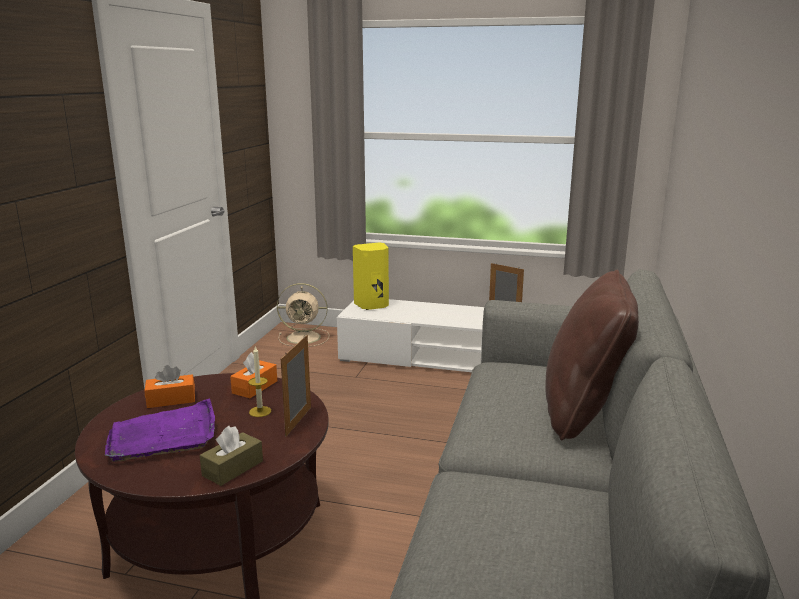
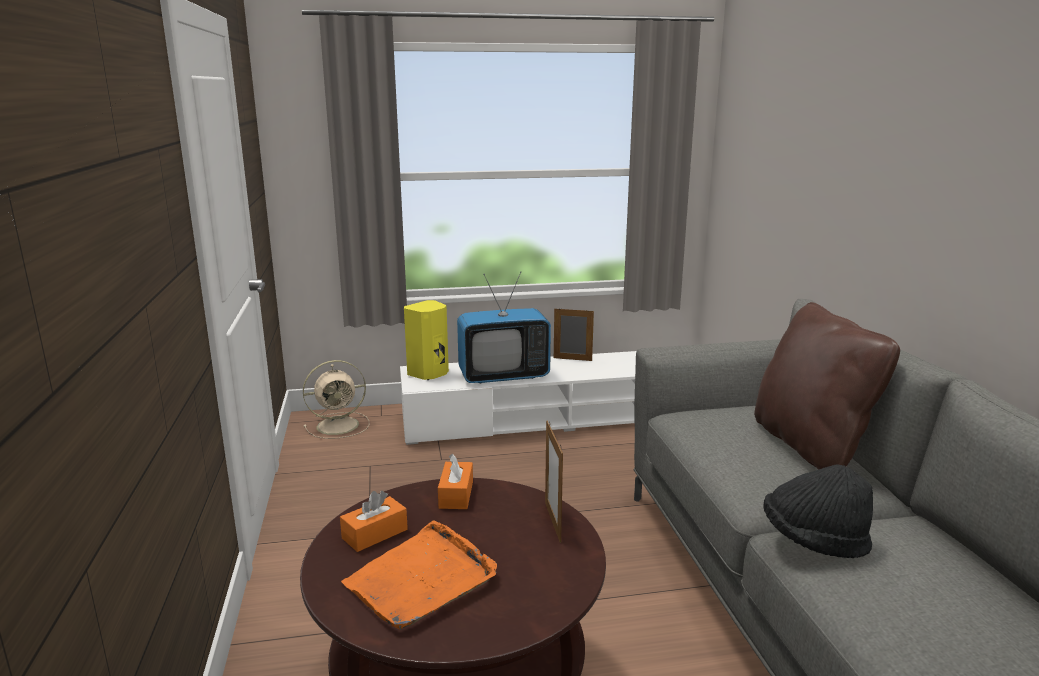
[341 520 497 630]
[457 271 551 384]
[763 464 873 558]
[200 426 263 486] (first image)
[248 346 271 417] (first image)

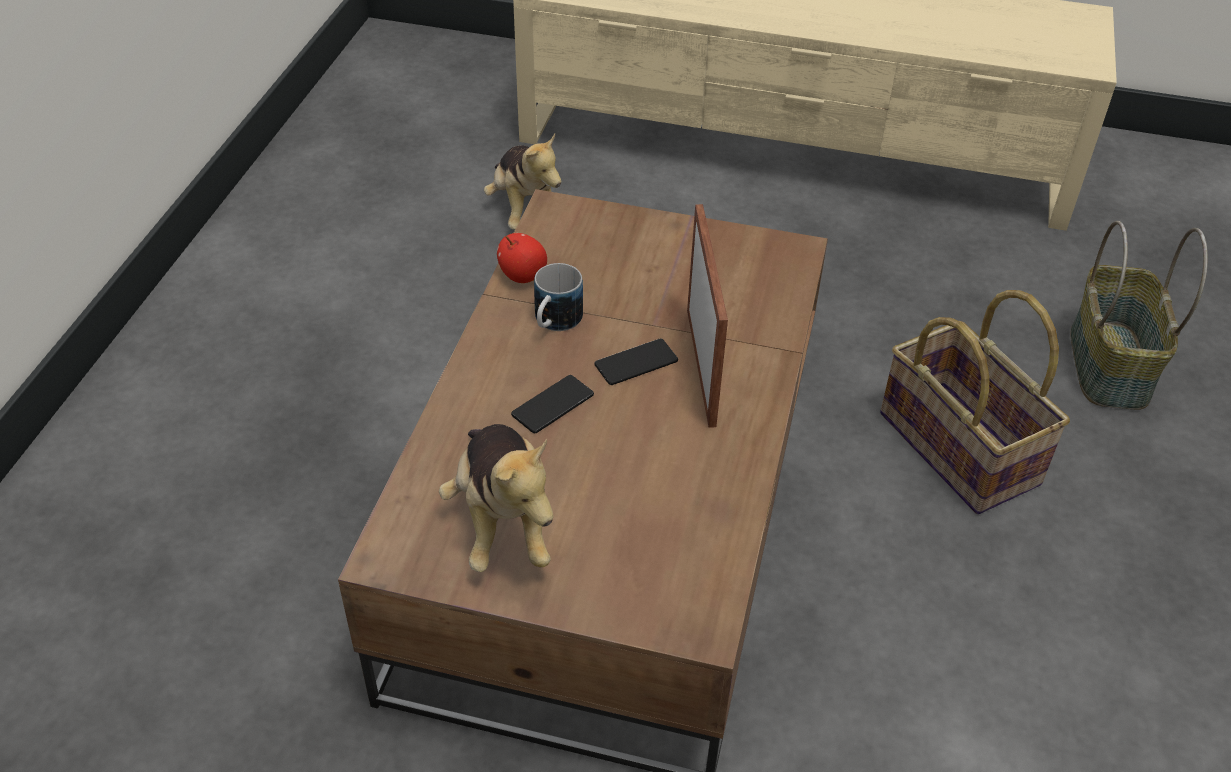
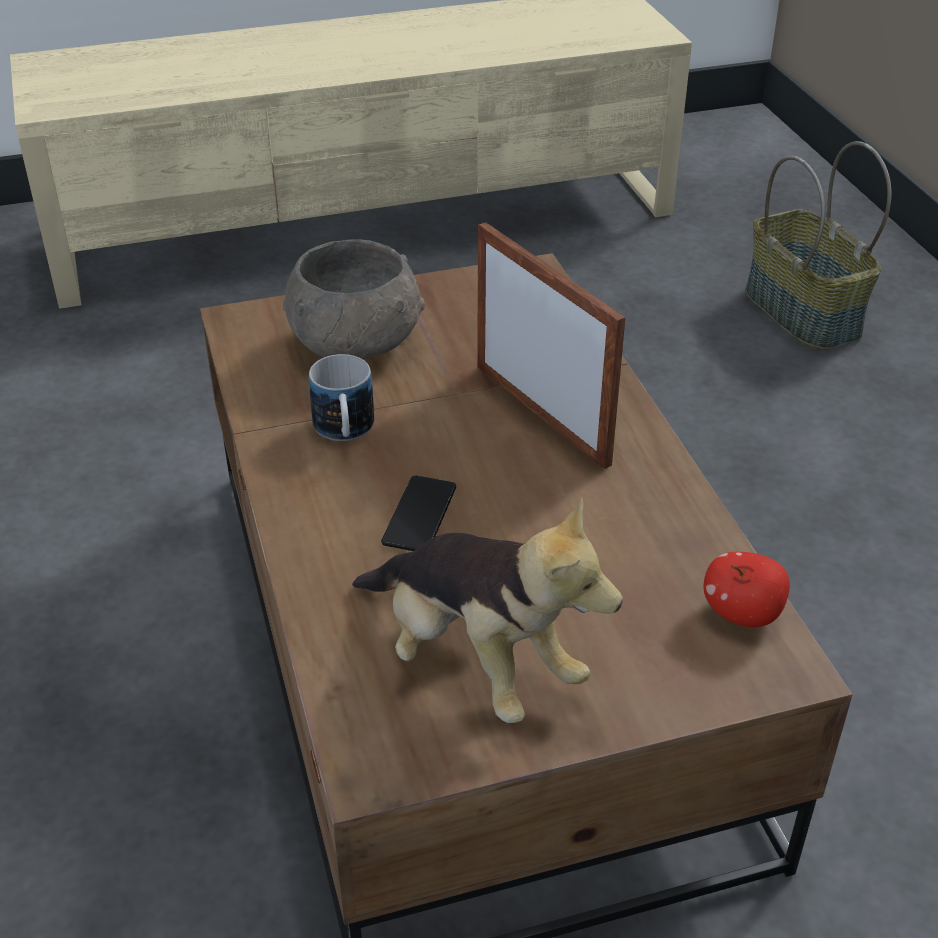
[283 239 425 359]
[704 552 790 627]
[484 133 561 230] (first image)
[594 338 678 385] (first image)
[880 290 1070 514] (first image)

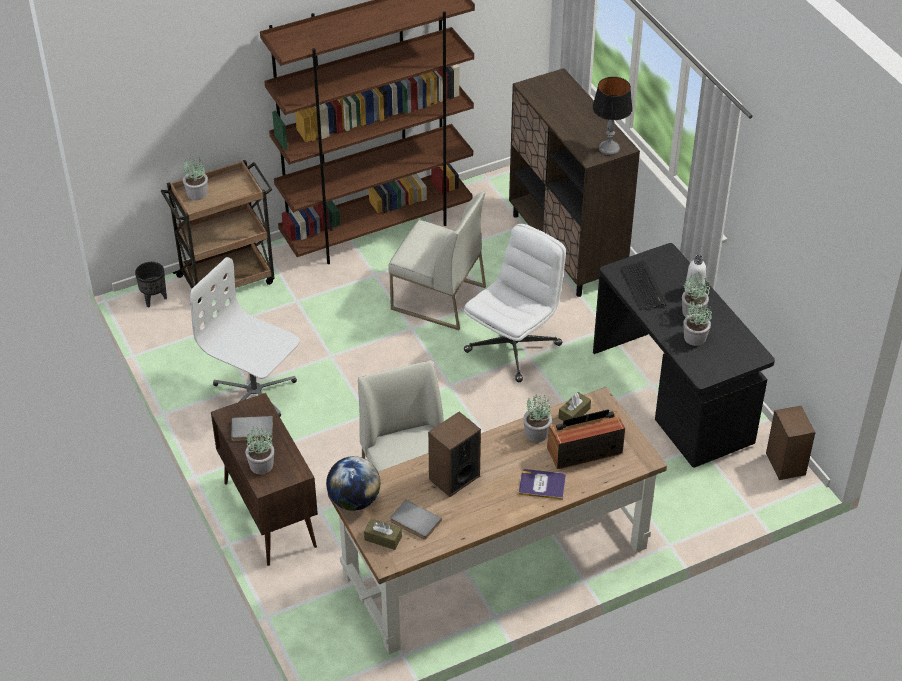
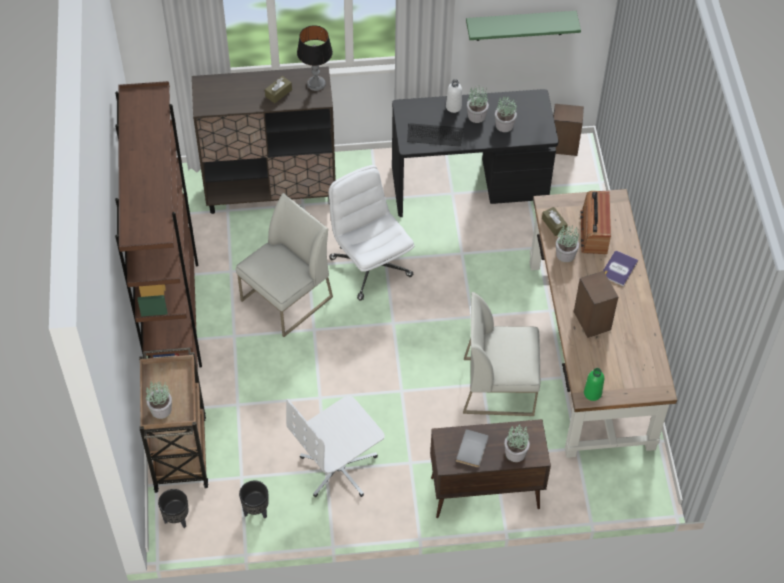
[239 481 269 518]
[265 76 292 103]
[466 11 581 41]
[584 368 604 401]
[390 500 442 540] (first image)

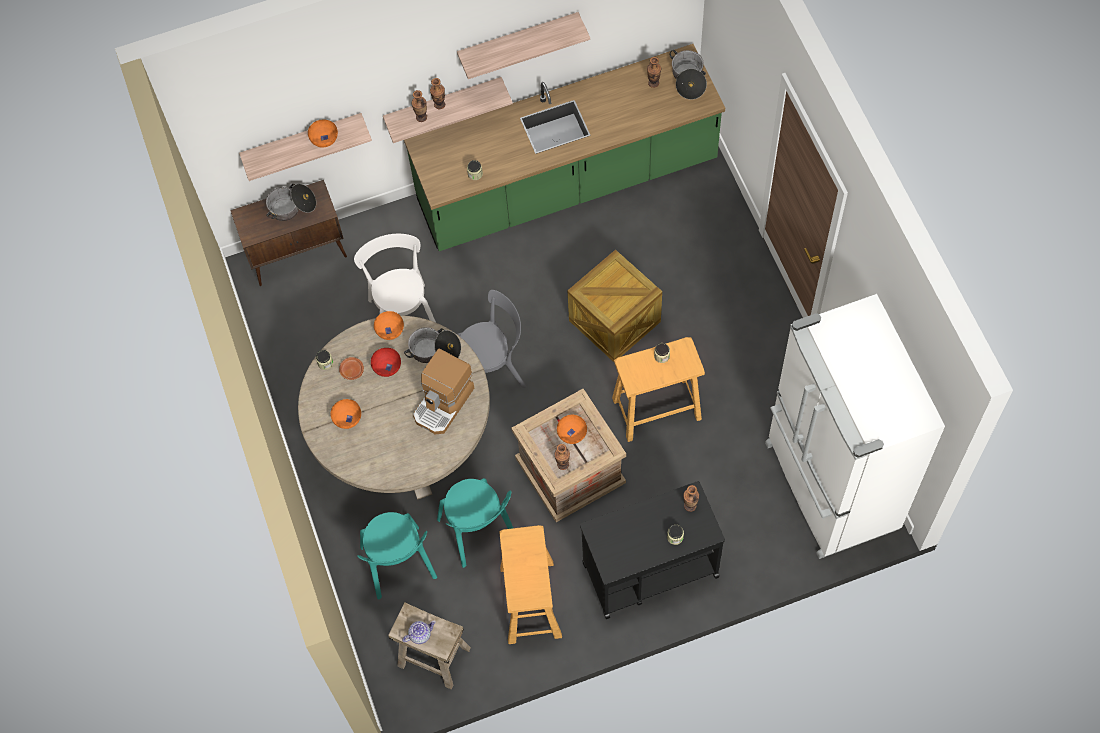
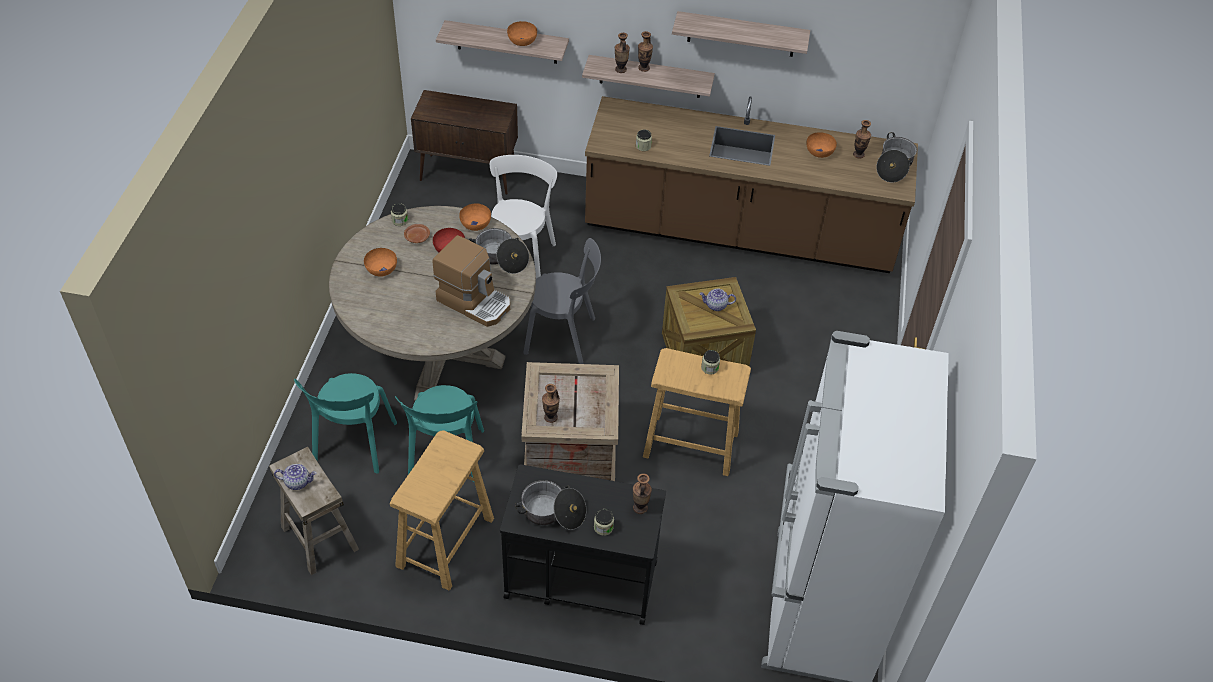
[433 235 510 327]
[515 480 586 530]
[585 96 918 273]
[699 288 736 311]
[807 132 837 158]

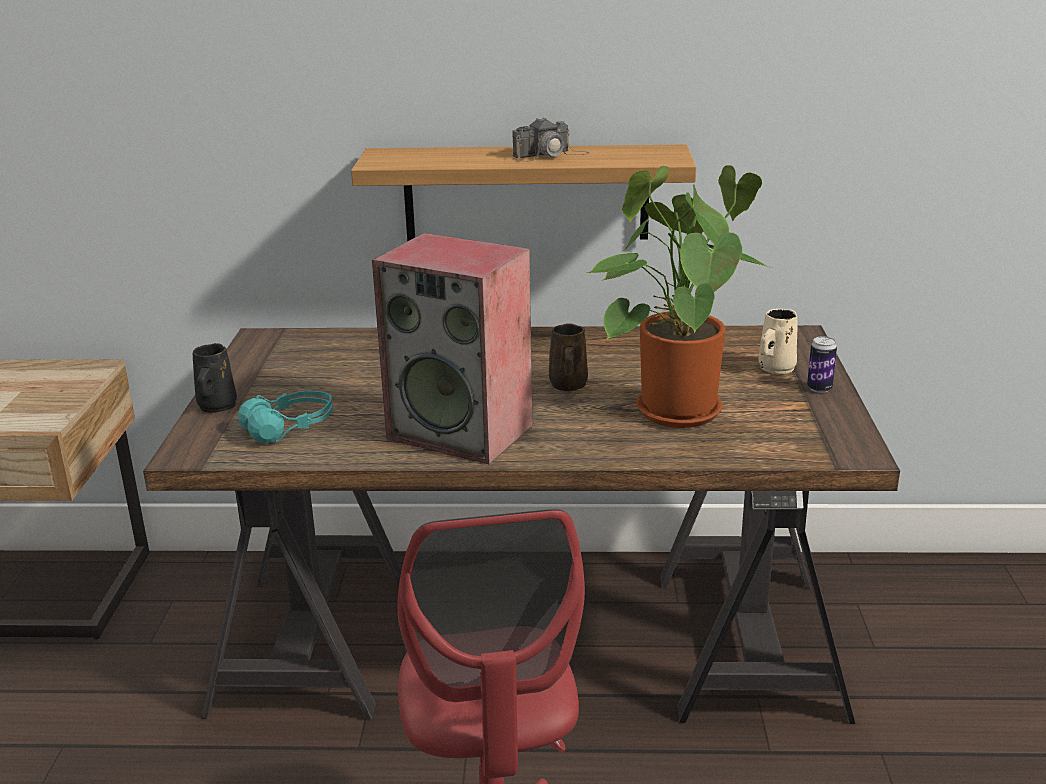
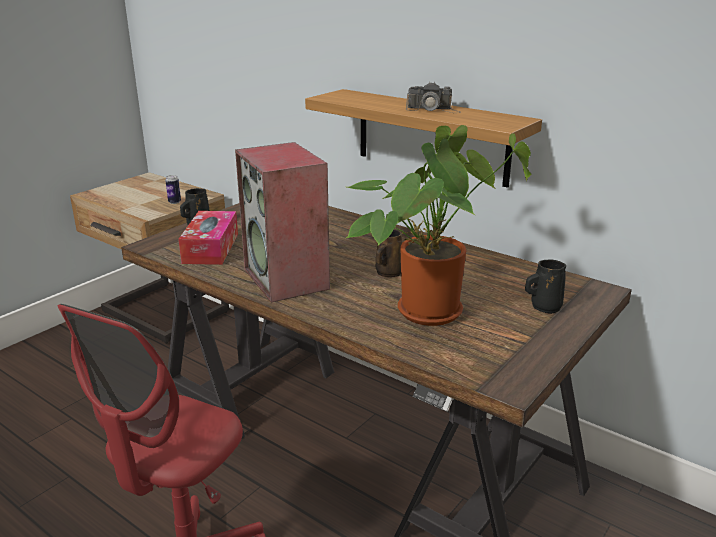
[165 175 181 204]
[178 211 238 265]
[525 259 566 314]

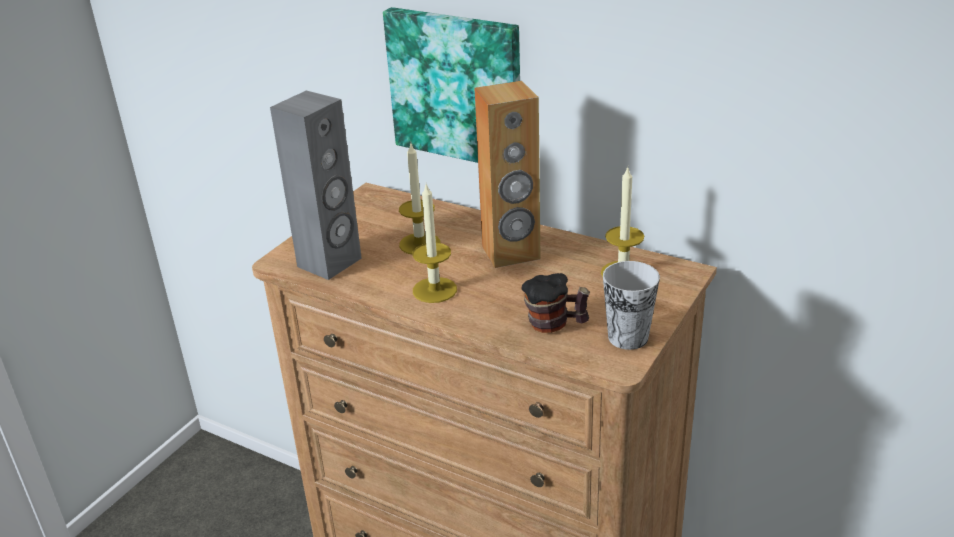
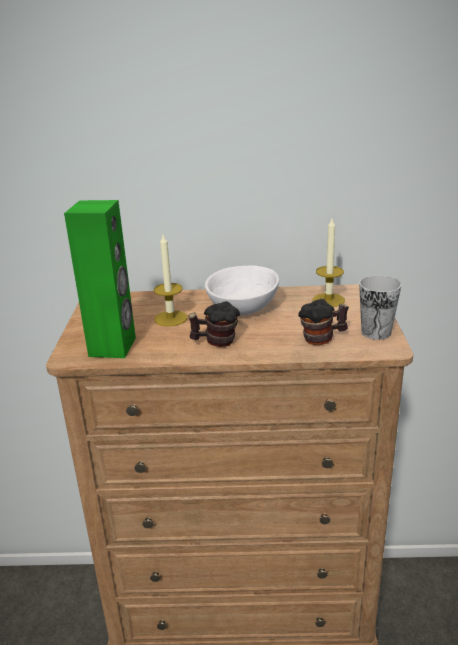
[64 200 136 358]
[188 301 240 347]
[205 265 279 315]
[383 7 520 163] (first image)

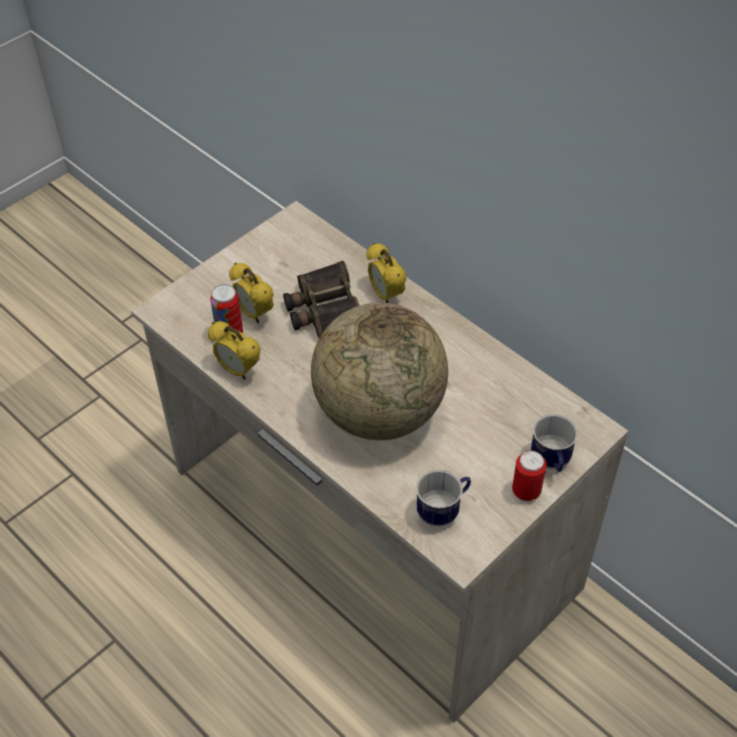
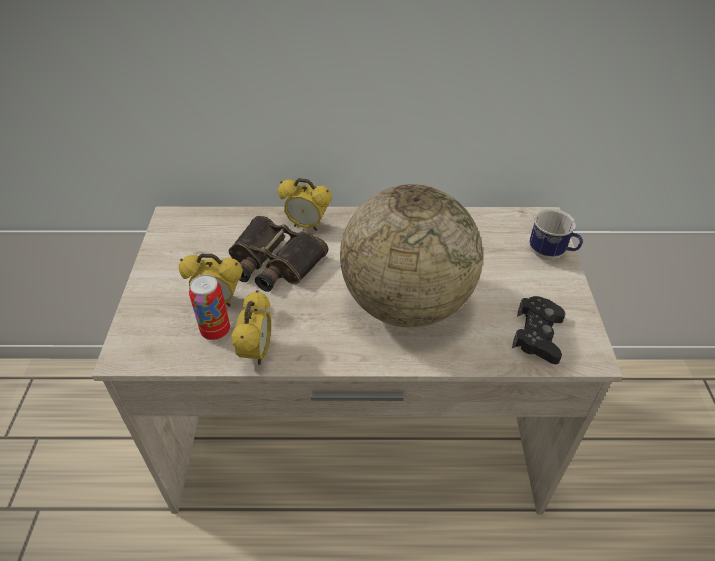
[231 290 271 365]
[512 296 566 364]
[512 451 547 502] (first image)

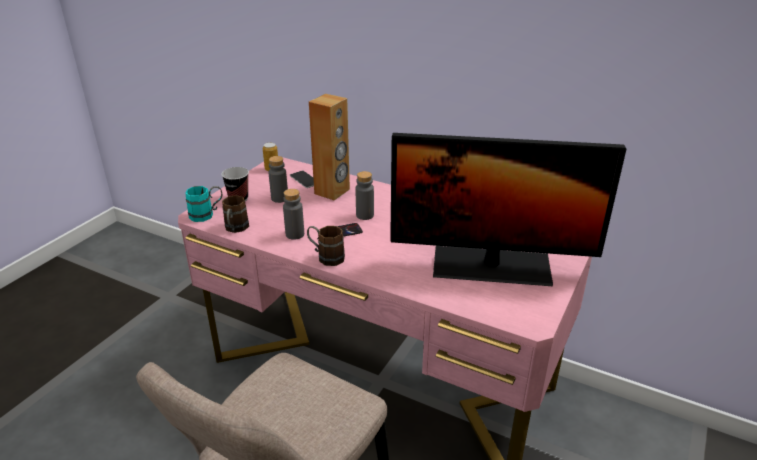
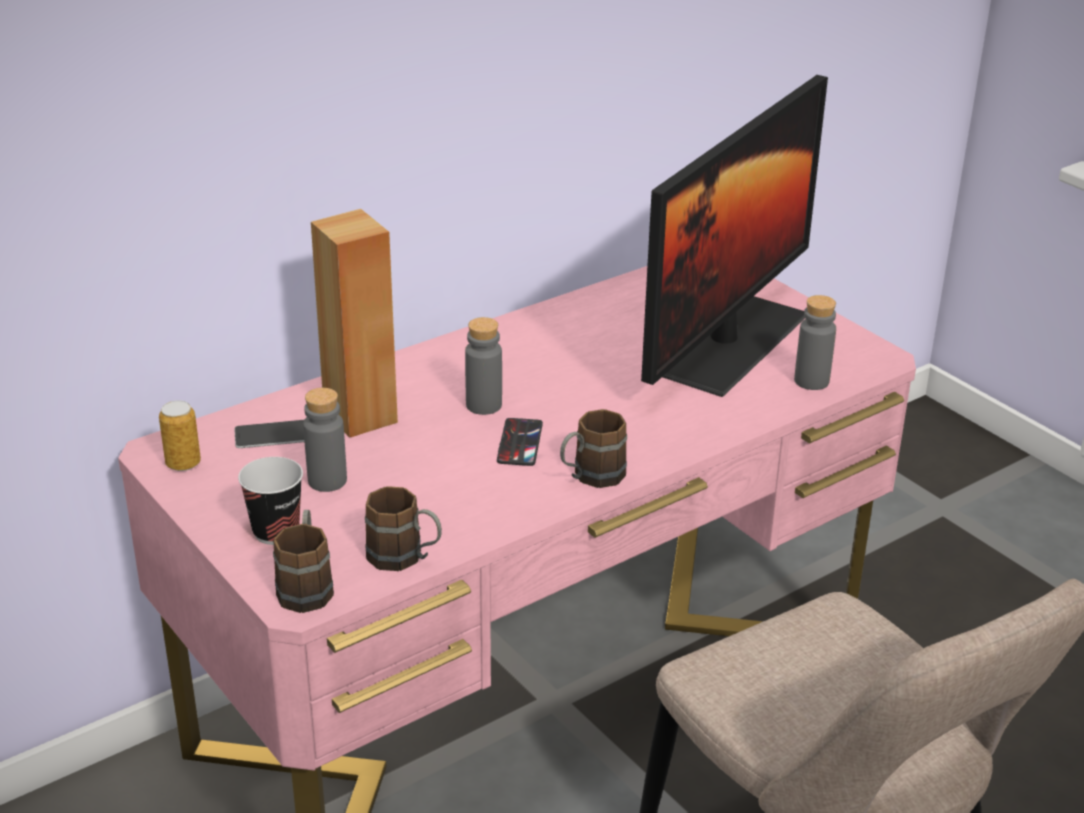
[273 510 334 613]
[794 295 836 390]

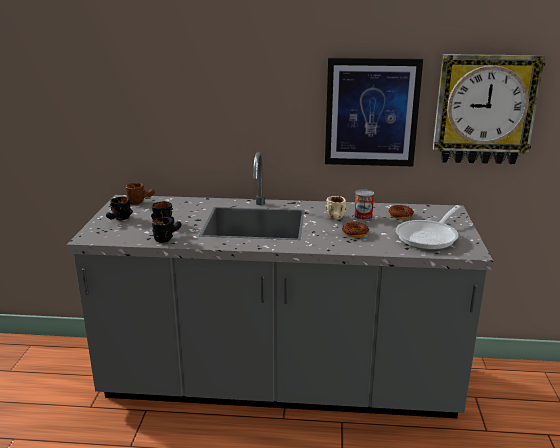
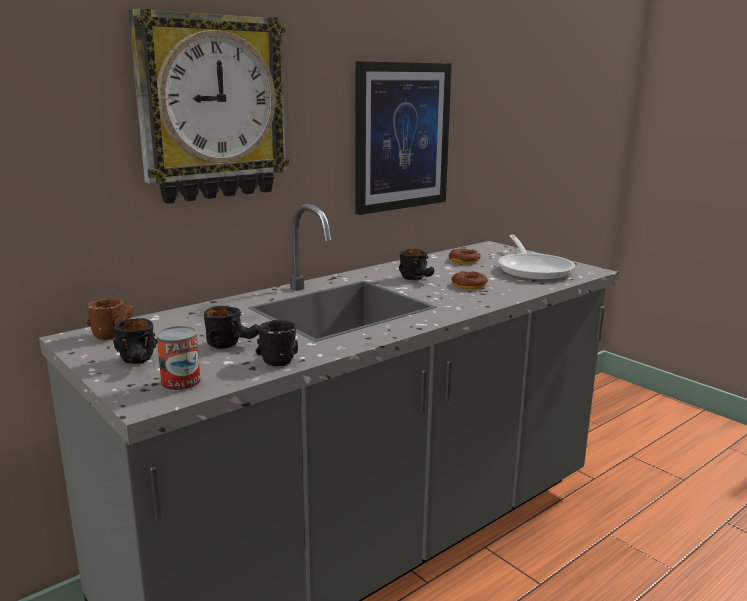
[128 9 289 204]
[156 326 201 392]
[399 249 434 280]

